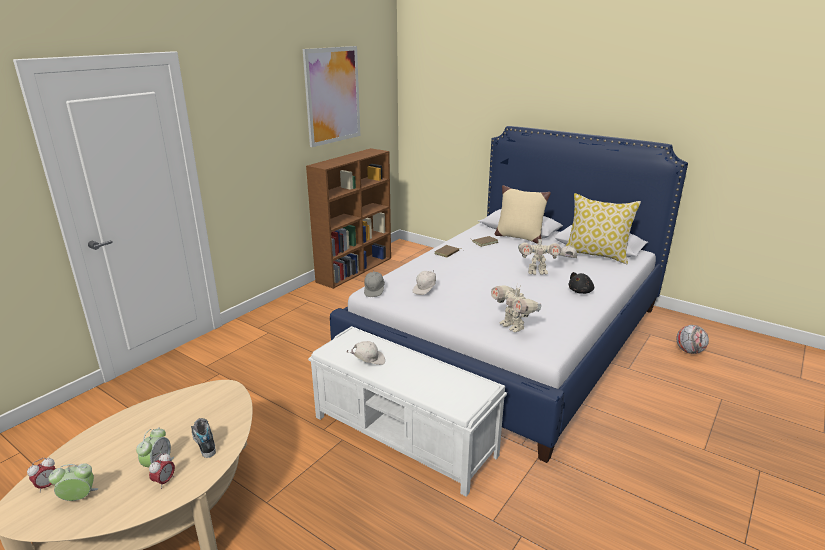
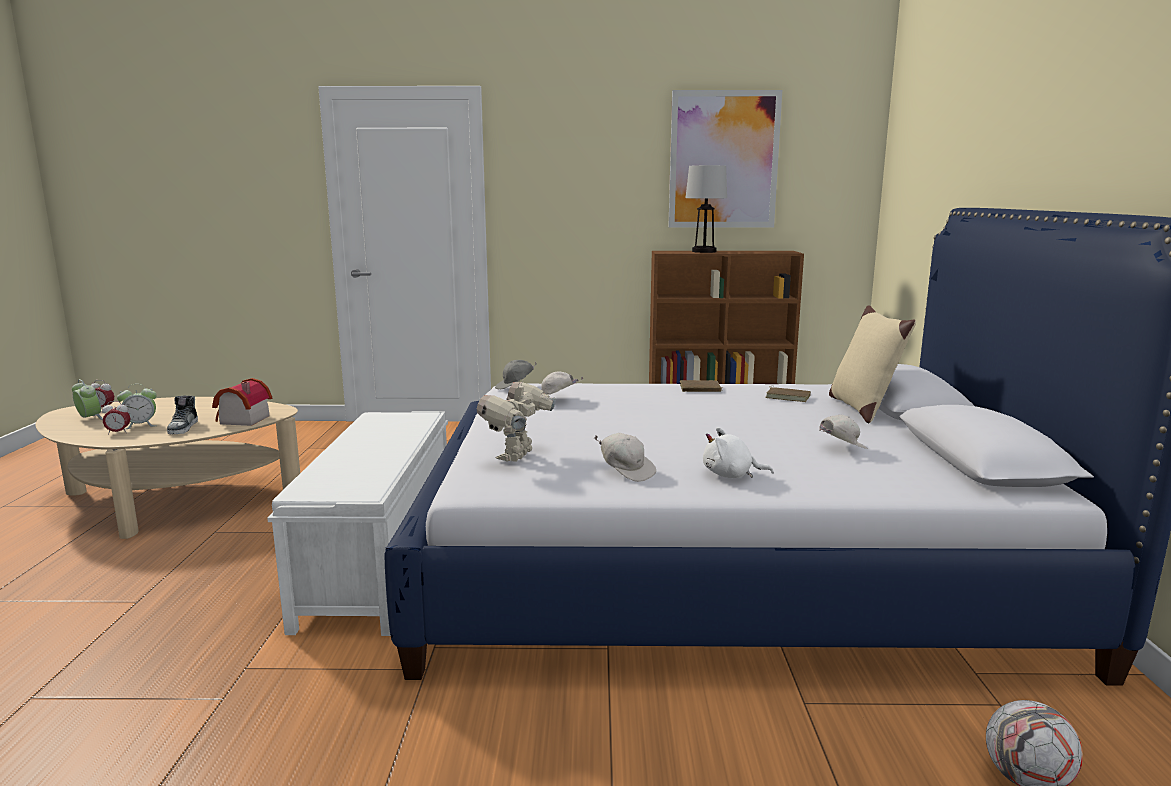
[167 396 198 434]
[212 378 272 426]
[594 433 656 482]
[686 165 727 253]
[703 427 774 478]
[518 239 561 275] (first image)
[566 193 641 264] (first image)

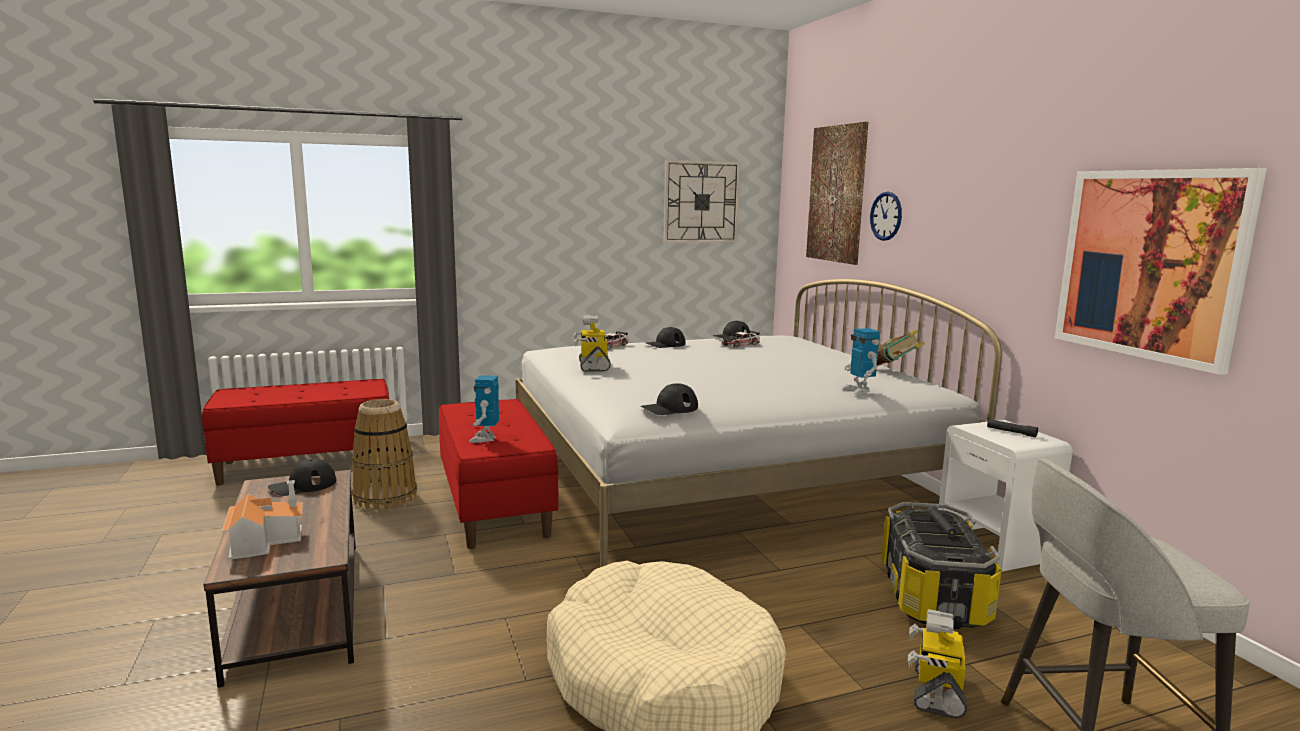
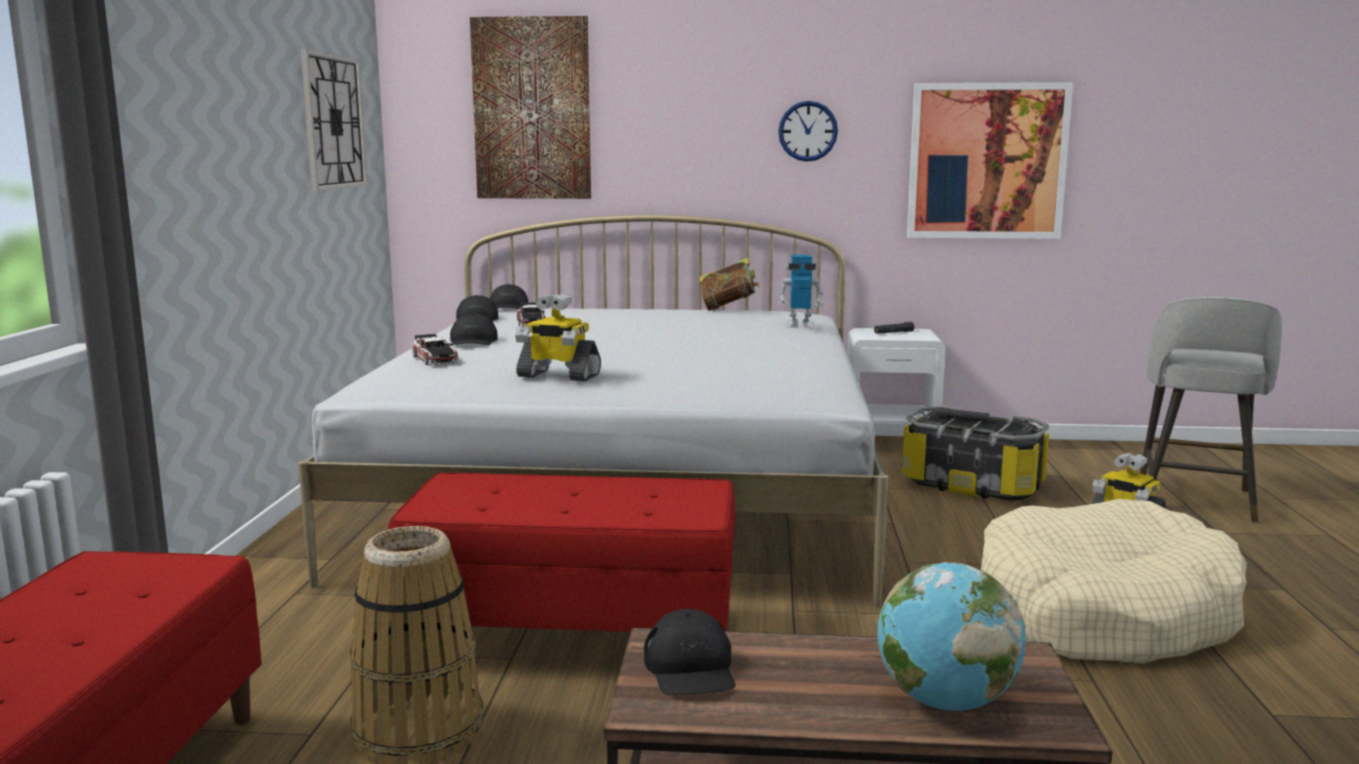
[490 284 528 309]
[778 101 838 162]
[877 562 1025 711]
[469 375 499 443] (first image)

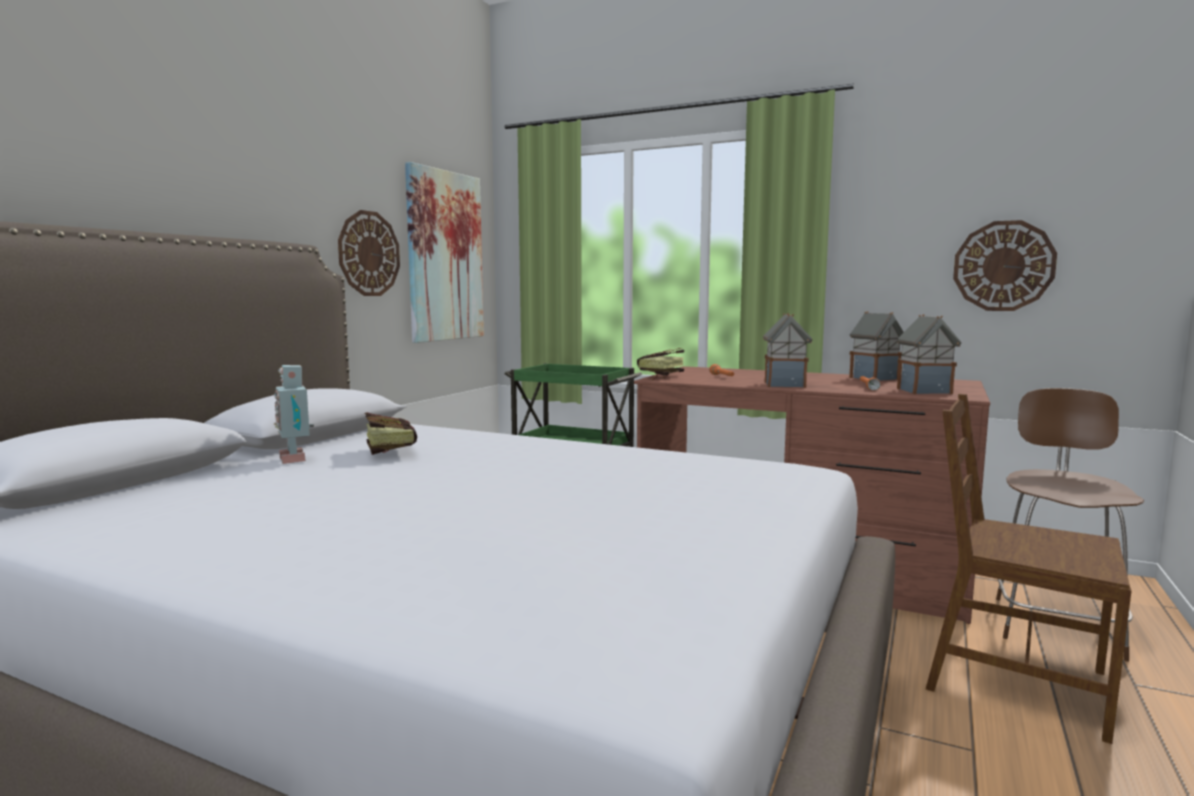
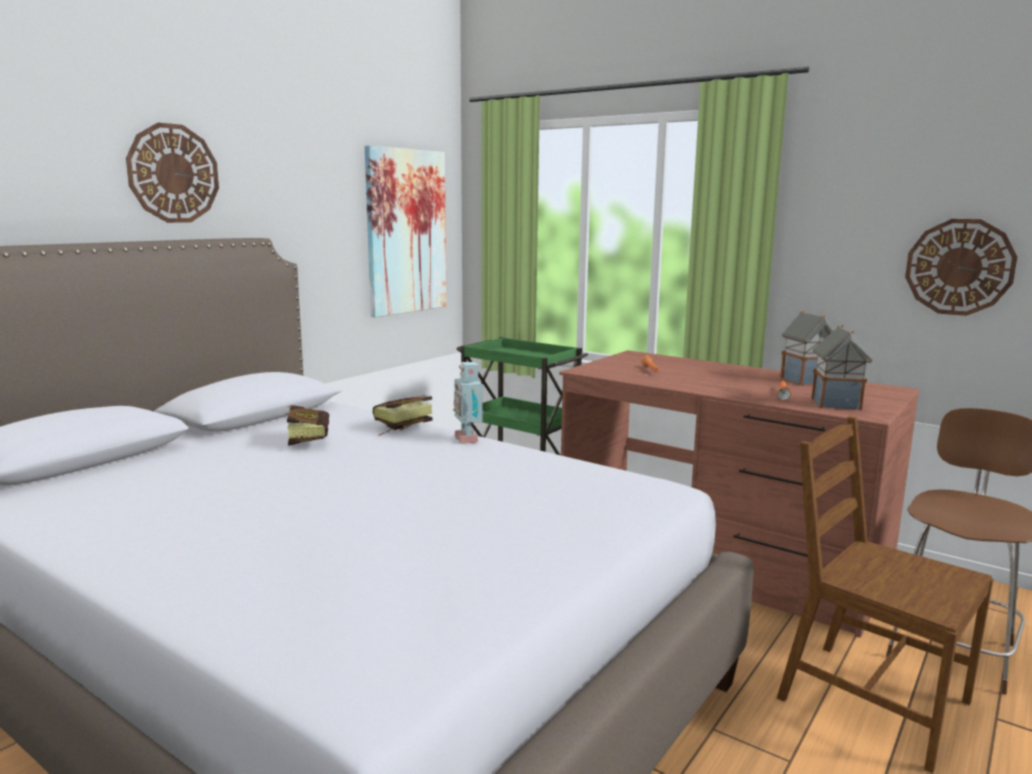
[126 123 219 223]
[373 395 433 436]
[453 362 484 444]
[763 313 812 388] (first image)

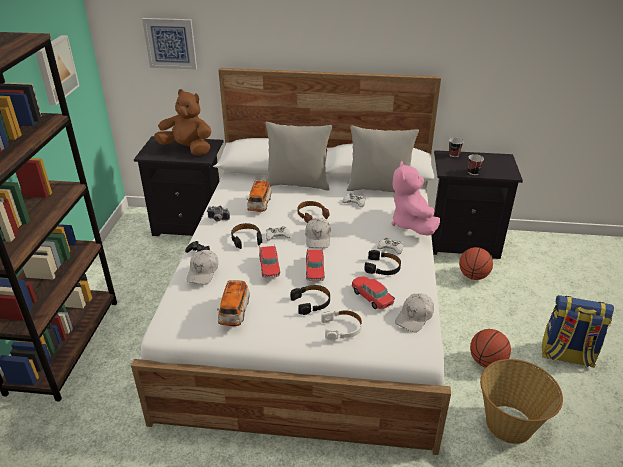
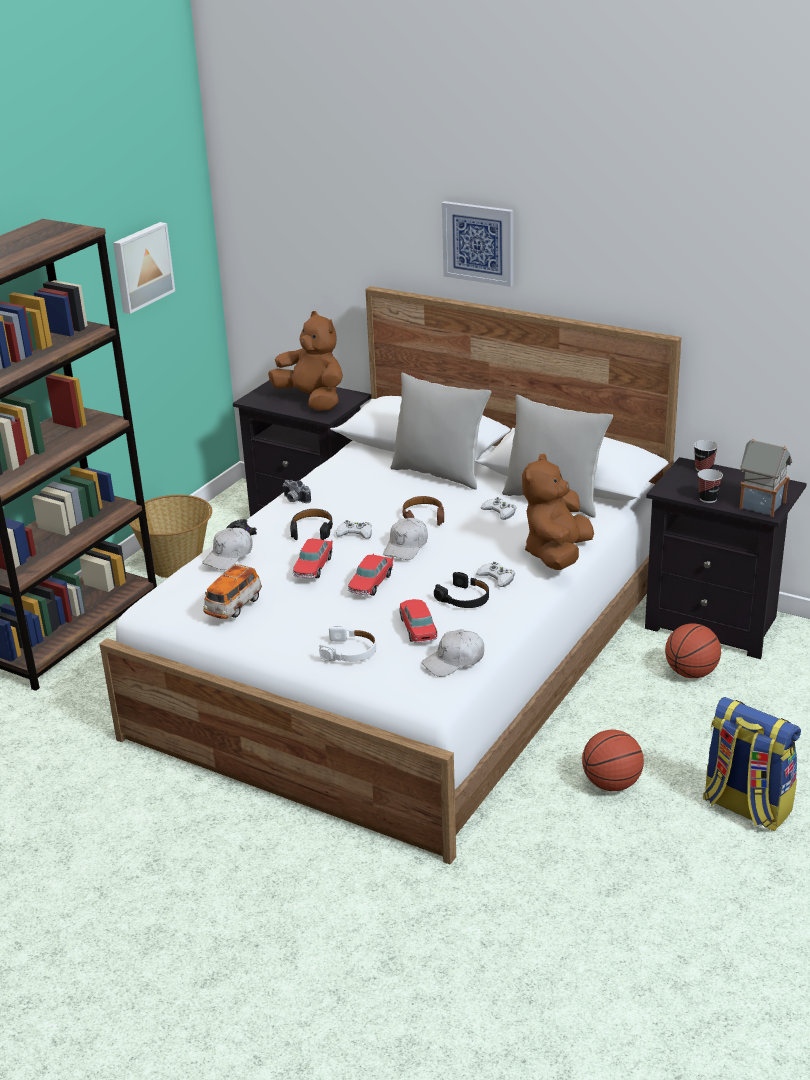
[129 495 212 578]
[442 201 513 287]
[522 454 594 570]
[740 439 792 517]
[247 180 272 212] (first image)
[290 285 330 315] (first image)

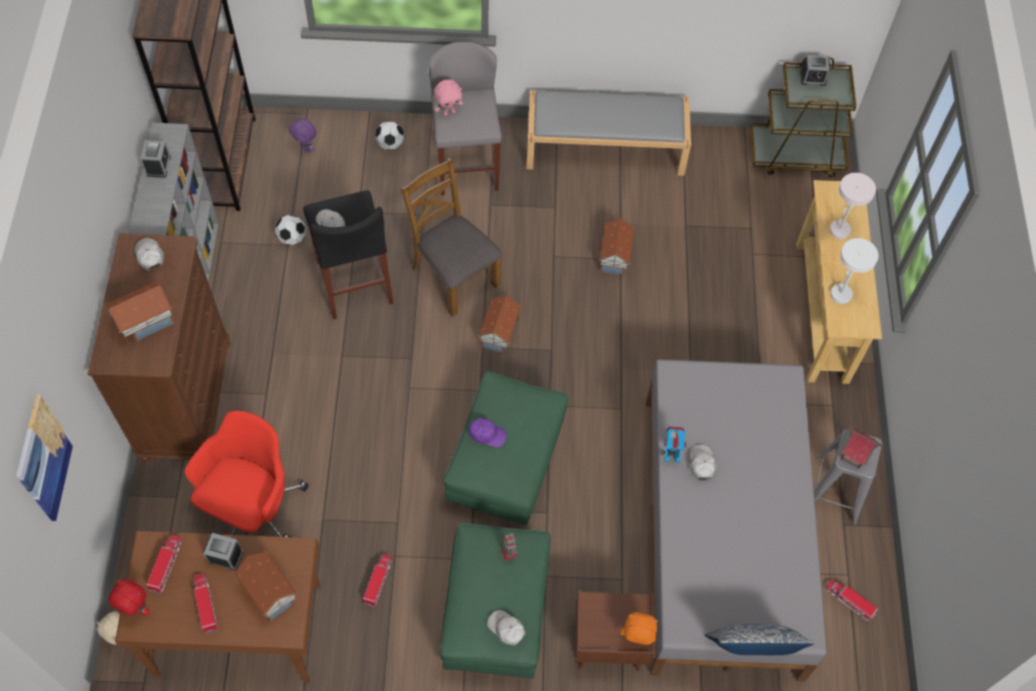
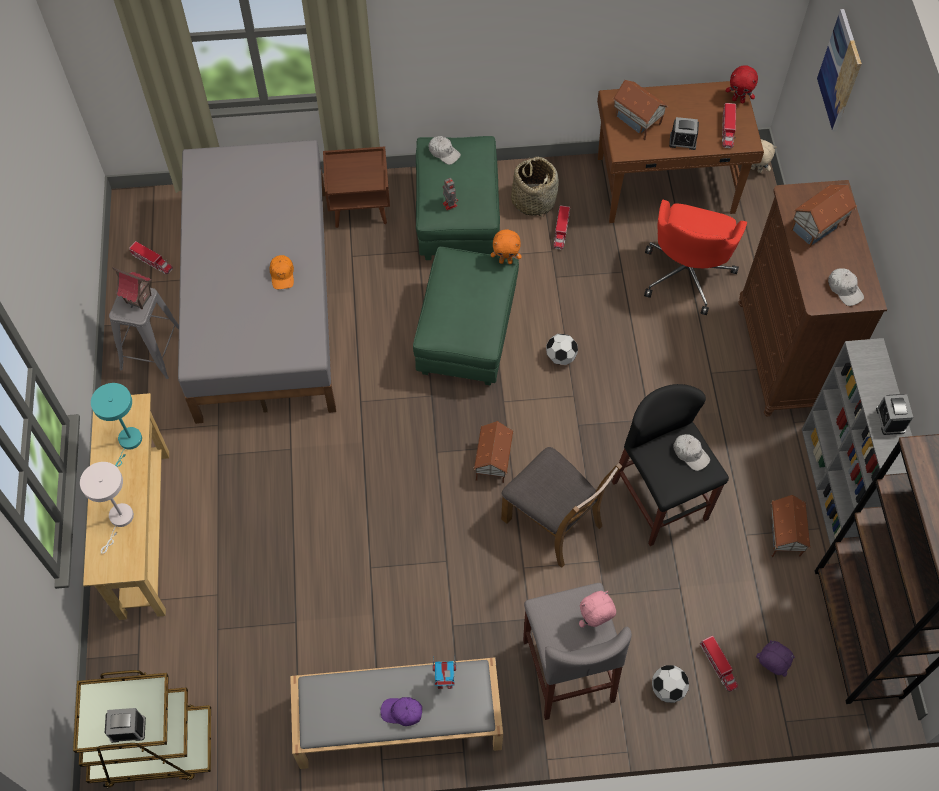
[91 383 142 467]
[269 255 294 289]
[380 697 422 726]
[433 656 456 689]
[491 229 522 264]
[511 157 559 217]
[546 334 578 365]
[700 636 738 692]
[771 495 811 557]
[705 623 814 655] (first image)

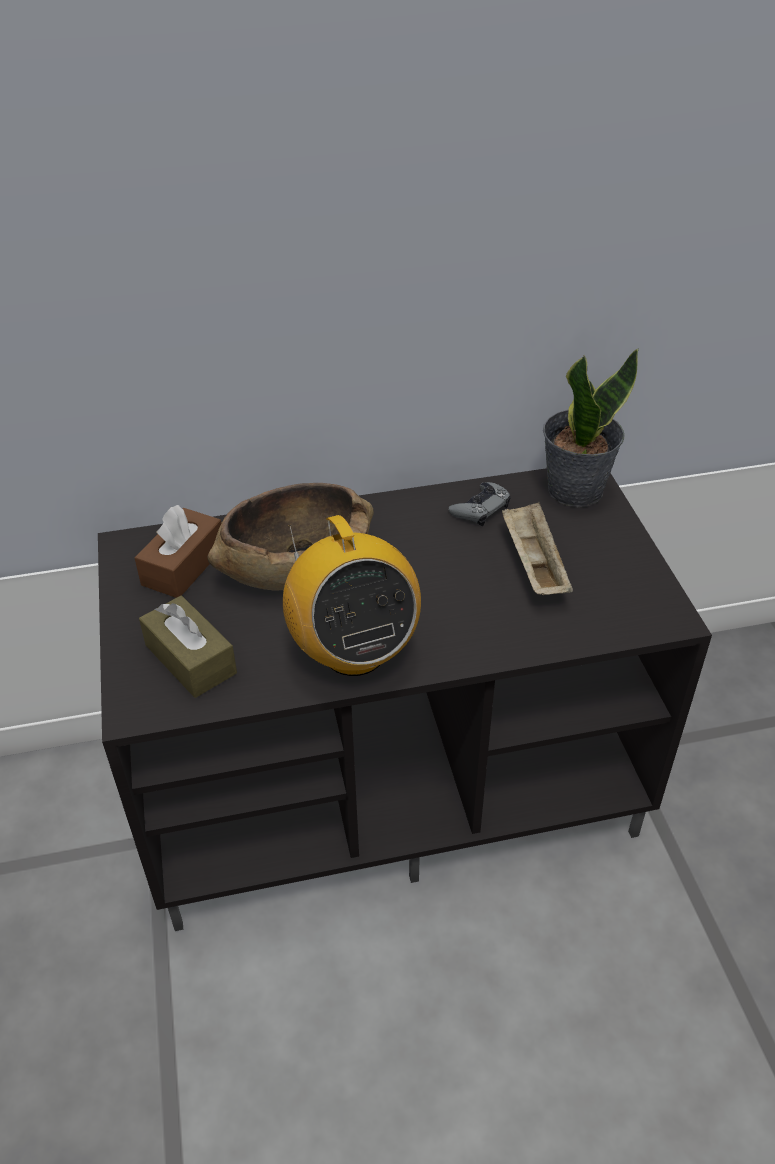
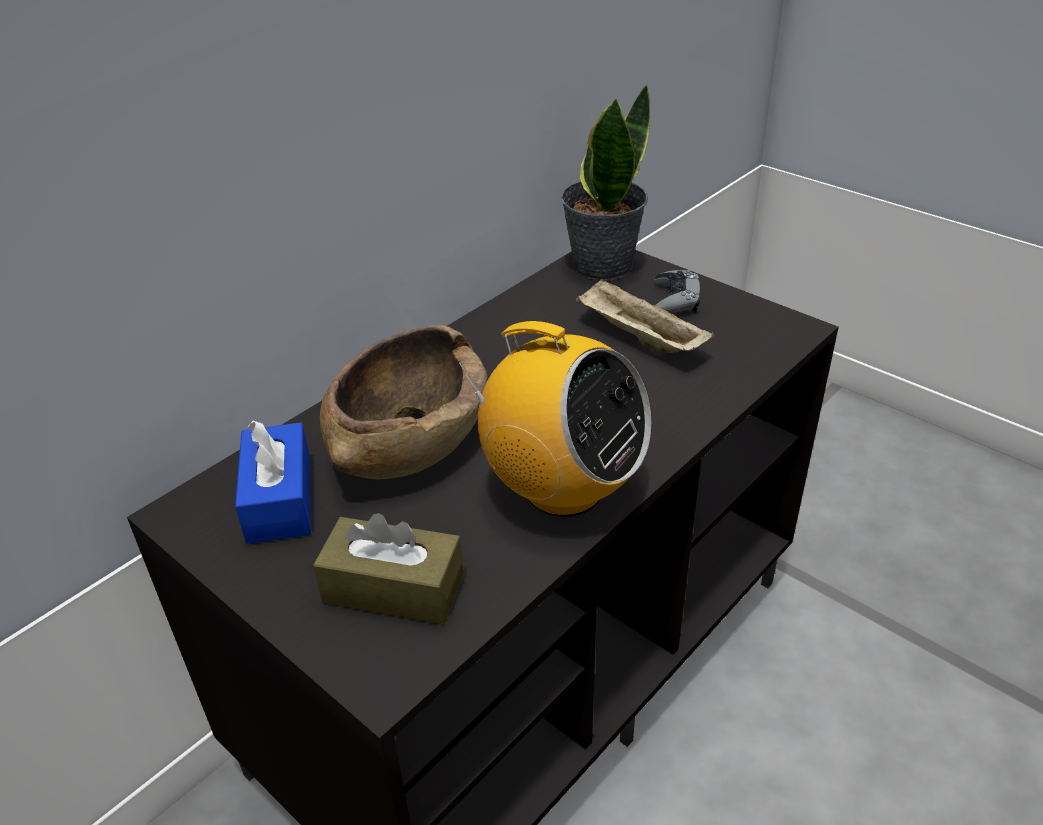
[235 420 311 544]
[654 270 700 314]

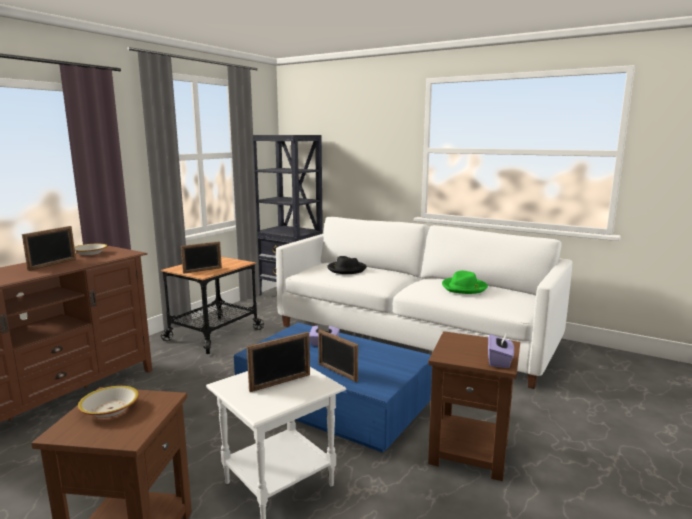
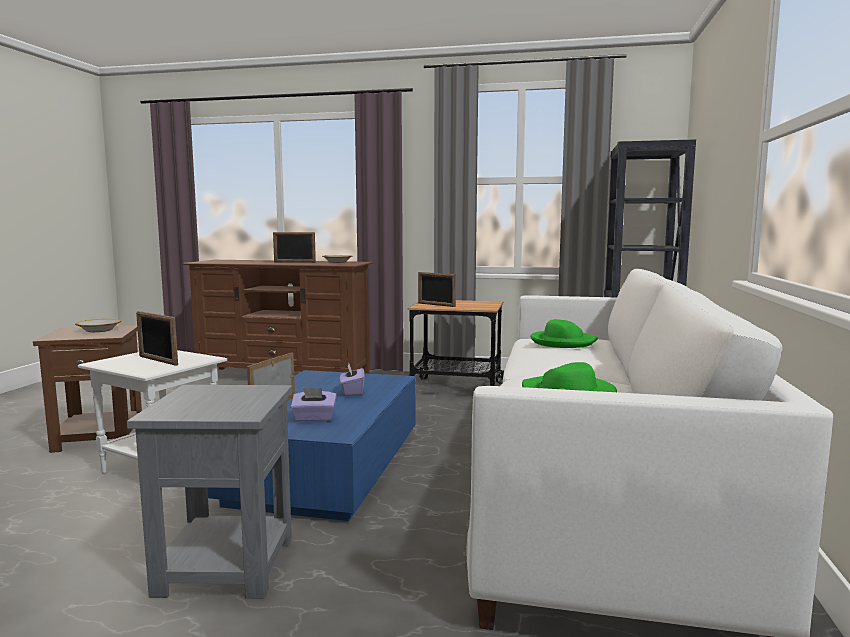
[127 385 292 599]
[291 388 337 422]
[530 319 598 348]

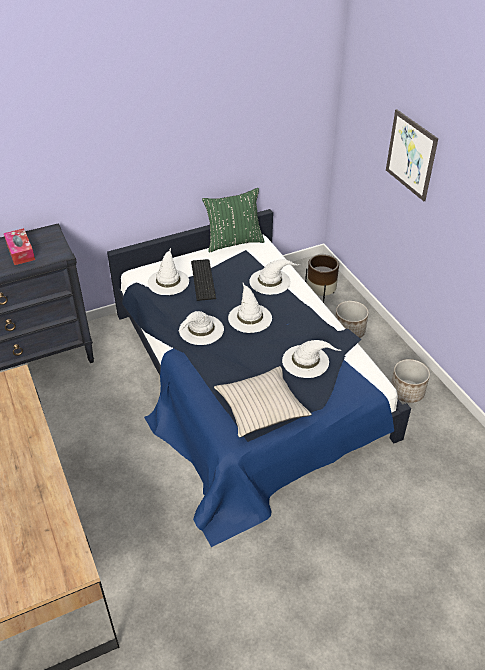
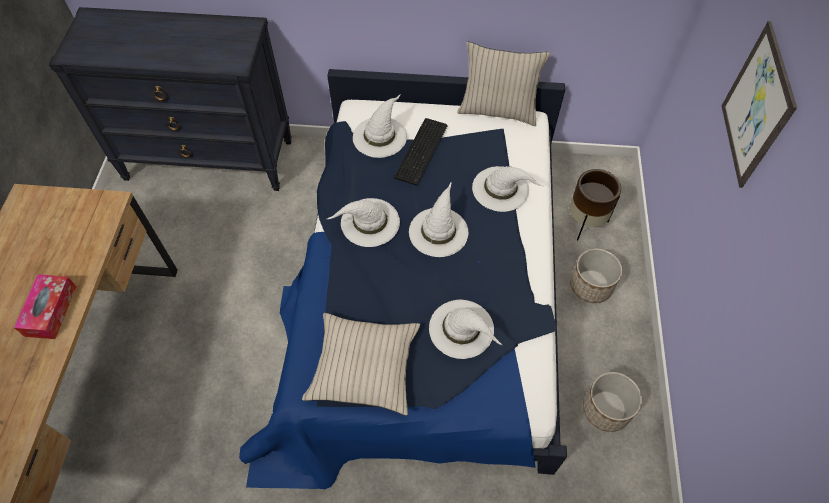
[14 274 77 339]
[457 42 550 126]

